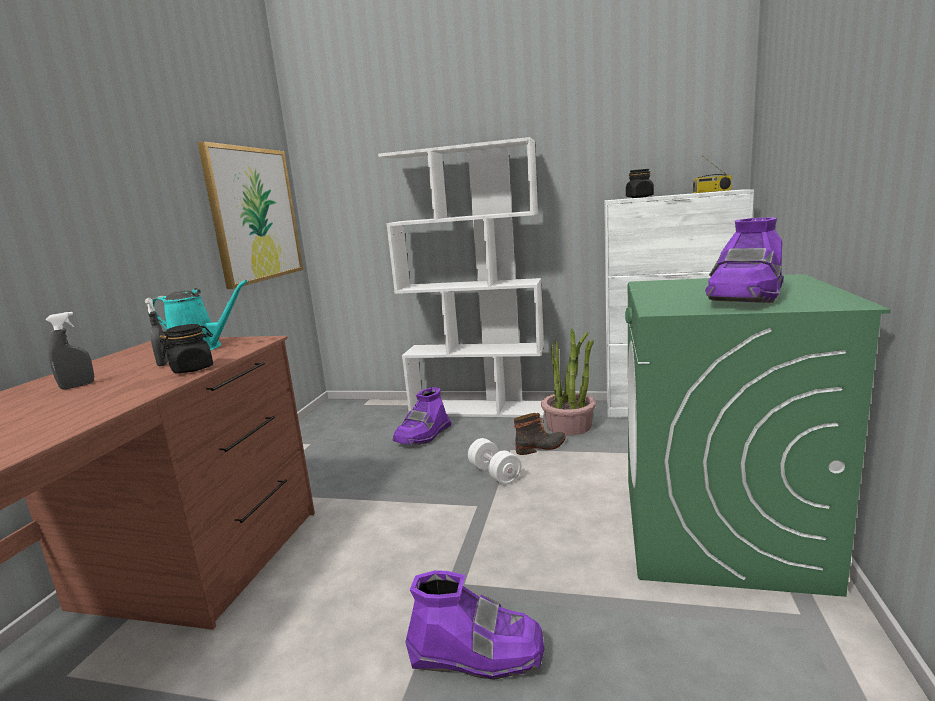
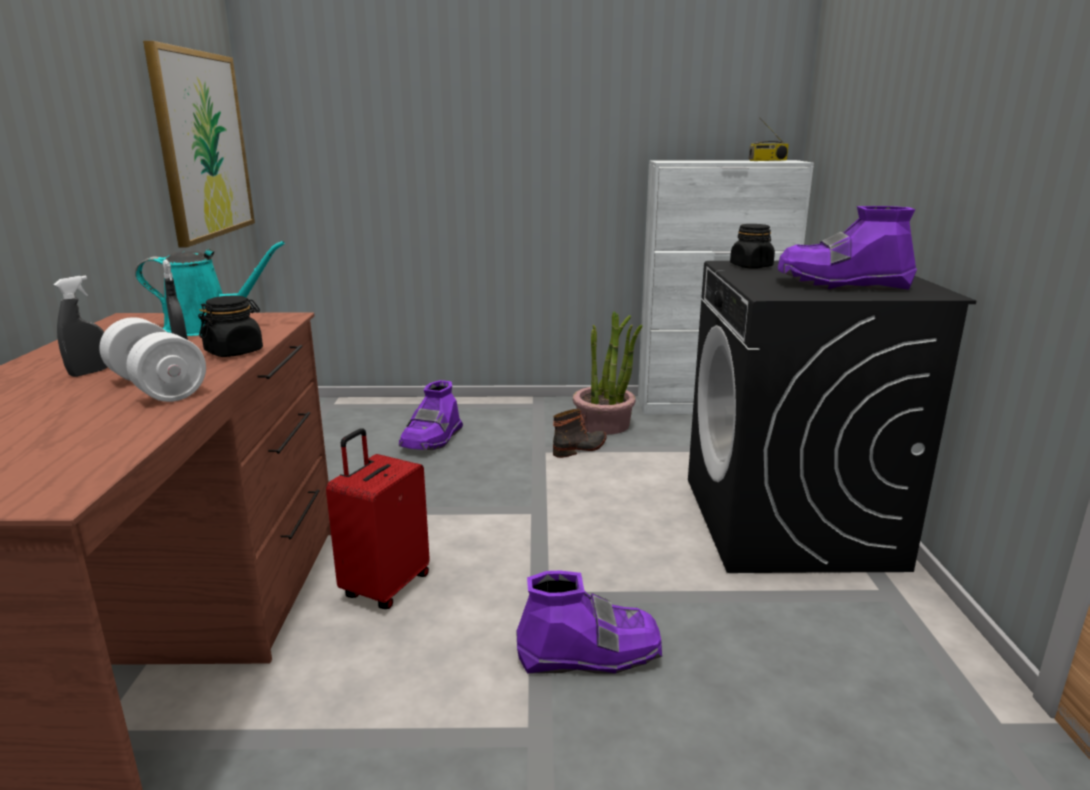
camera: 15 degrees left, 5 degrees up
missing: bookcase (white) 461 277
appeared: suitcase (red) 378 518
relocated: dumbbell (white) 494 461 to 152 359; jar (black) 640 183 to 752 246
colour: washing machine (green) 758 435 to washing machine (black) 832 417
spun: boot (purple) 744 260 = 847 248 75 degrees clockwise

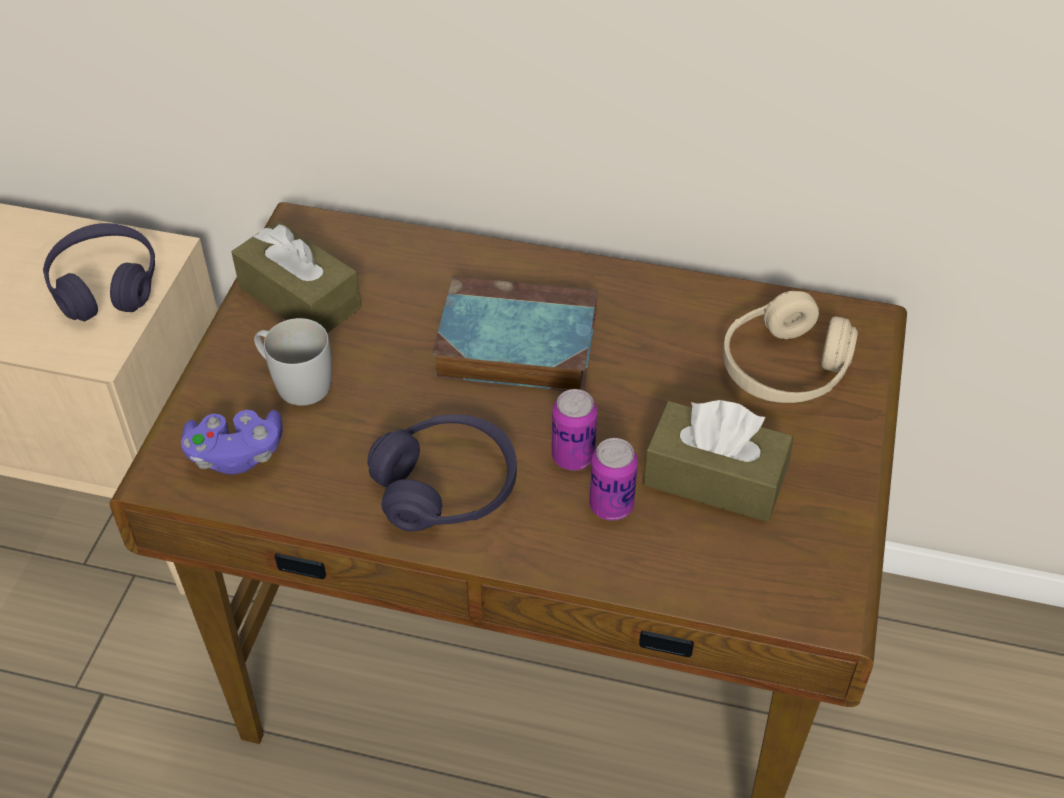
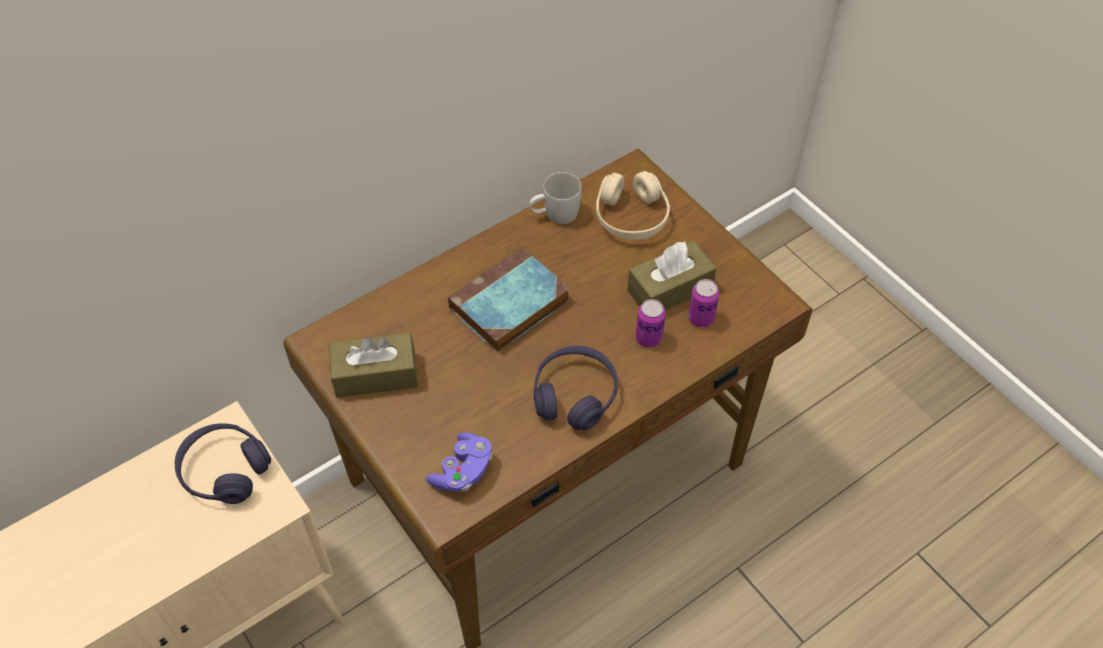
camera: 50 degrees left, 5 degrees up
relocated: mug (white) 293 362 to 555 198; can 574 430 to 703 303

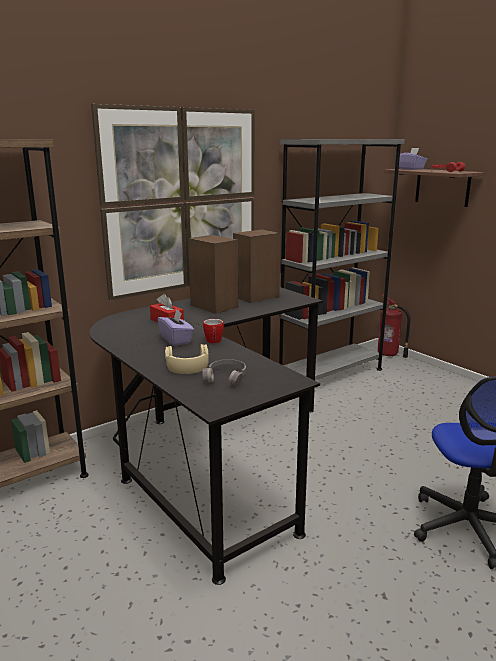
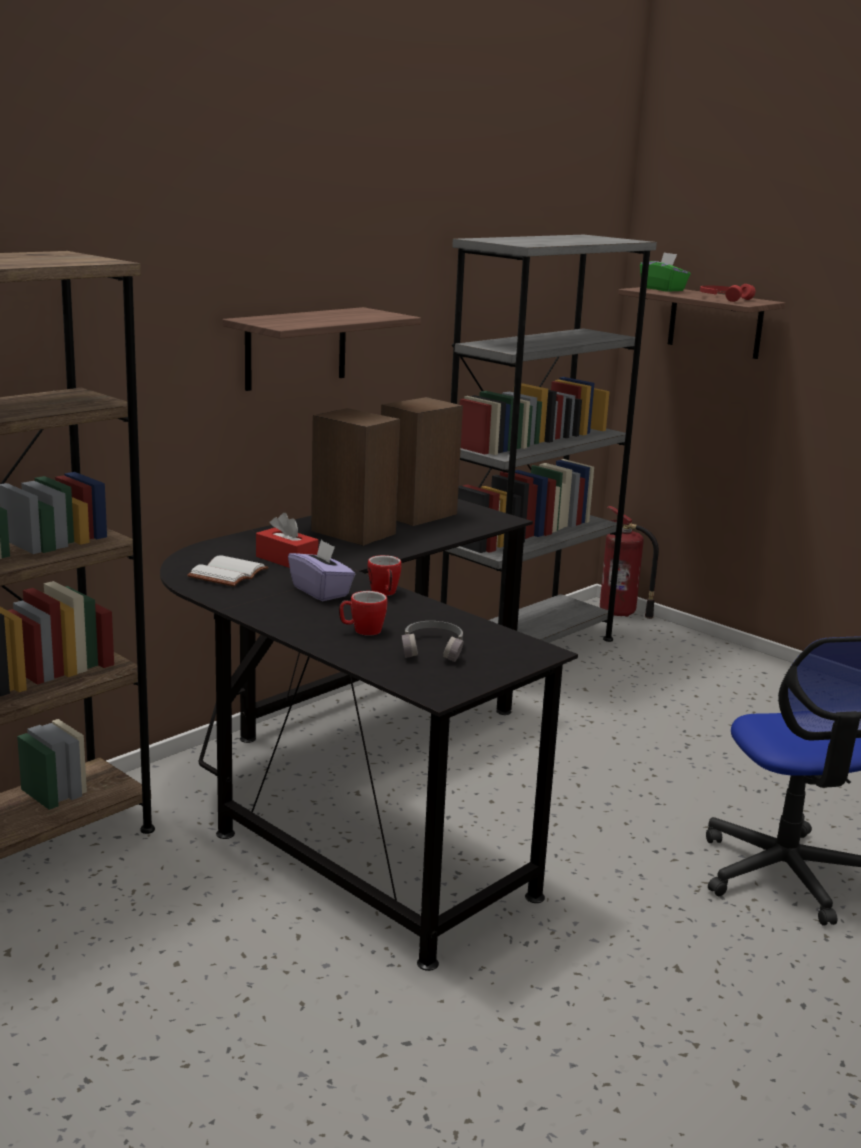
camera: 10 degrees left, 0 degrees up
appeared: book (white) 227 570
exchanged: picture 173 202 to shelf 322 349; headphones (beige) 187 359 to mug 363 613
colour: tissue box (purple) 413 159 to tissue box (green) 665 272

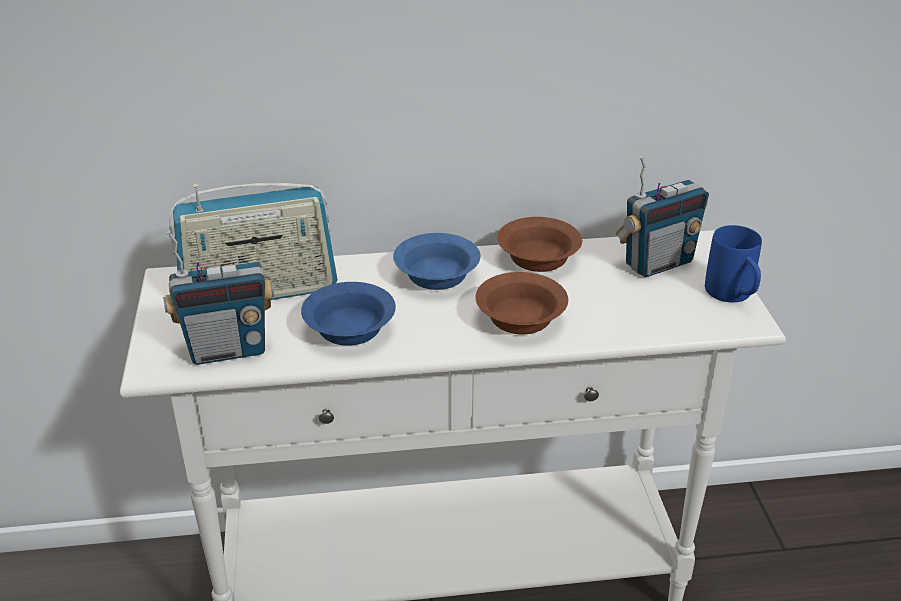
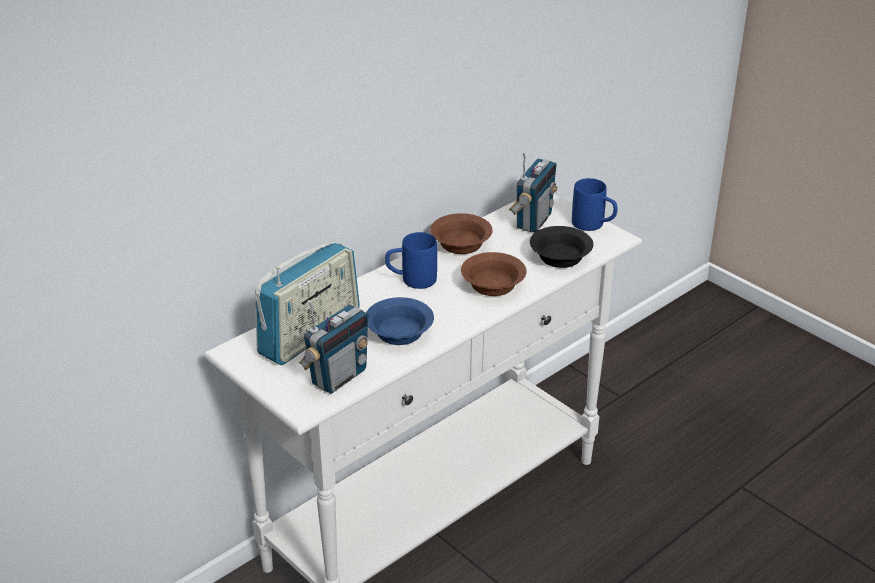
camera: 35 degrees left, 0 degrees up
appeared: bowl (black) 561 247
exchanged: bowl (blue) 437 261 to mug (blue) 411 260

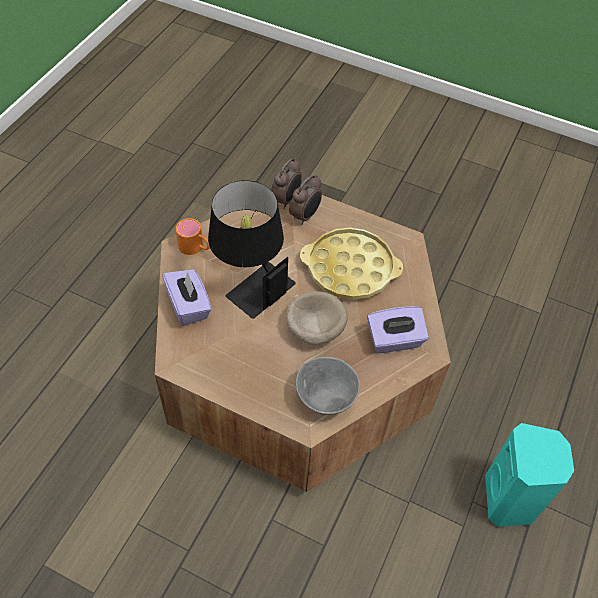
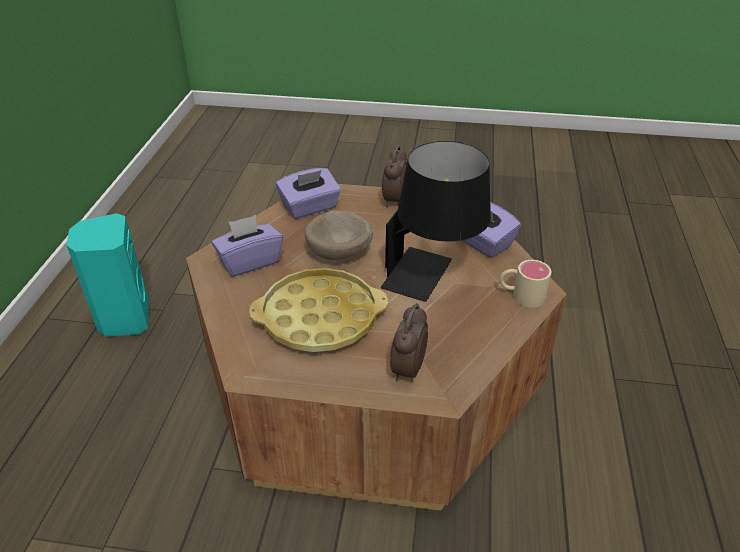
camera: 165 degrees right, 15 degrees down
relocated: alarm clock 286 183 to 394 176
exchanged: bowl (grey) 328 386 to tissue box (purple) 308 193
colour: mug (orange) 193 236 to mug (beige) 525 284

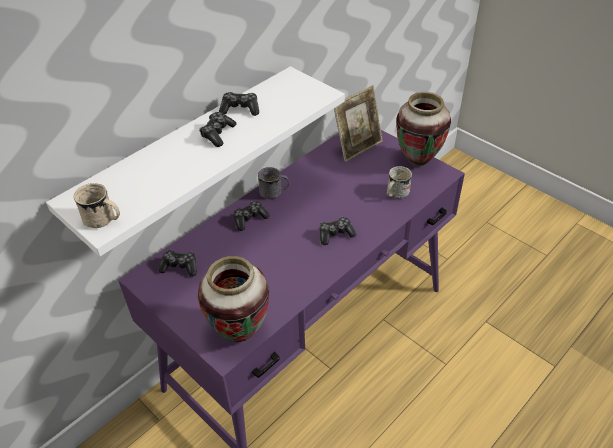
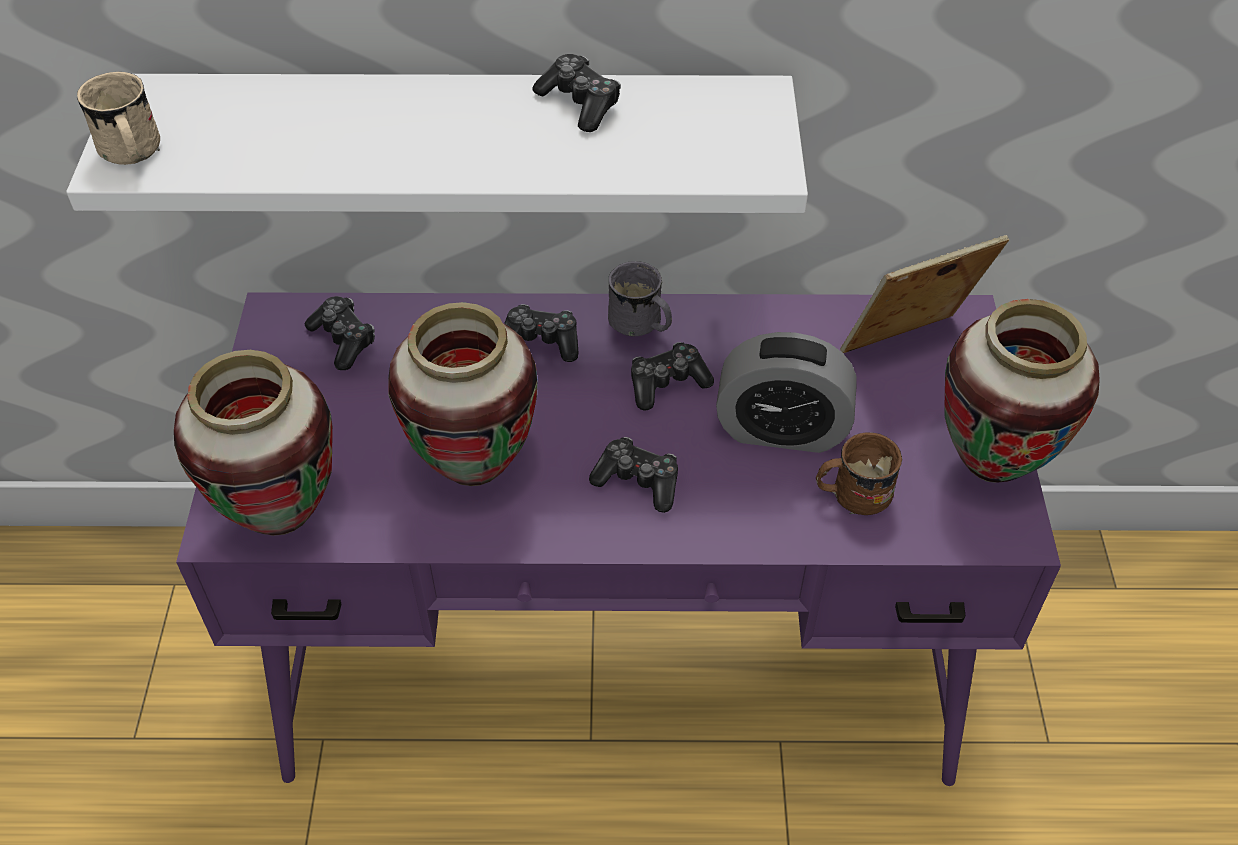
camera: 45 degrees right, 5 degrees up
appeared: vase 463 394; alarm clock 786 392
relocated: game controller 218 129 to 672 376
colour: mug (white) 399 182 to mug (brown) 859 473
spun: picture frame 358 123 = 924 294 150 degrees clockwise

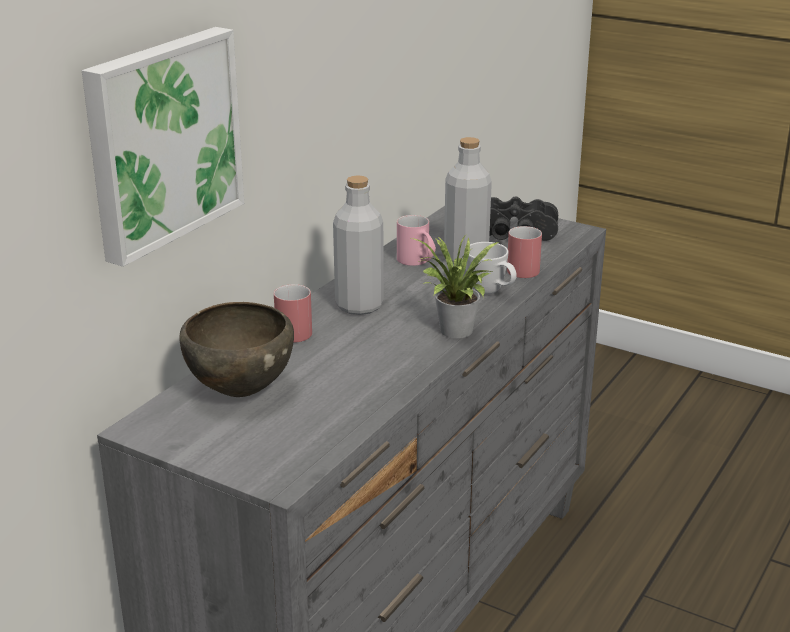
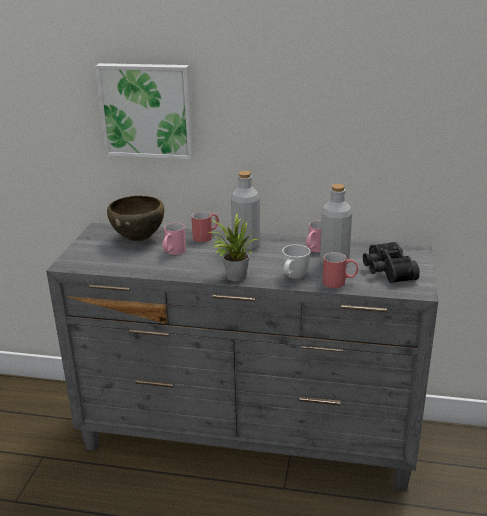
camera: 70 degrees right, 0 degrees up
appeared: mug (pink) 174 239

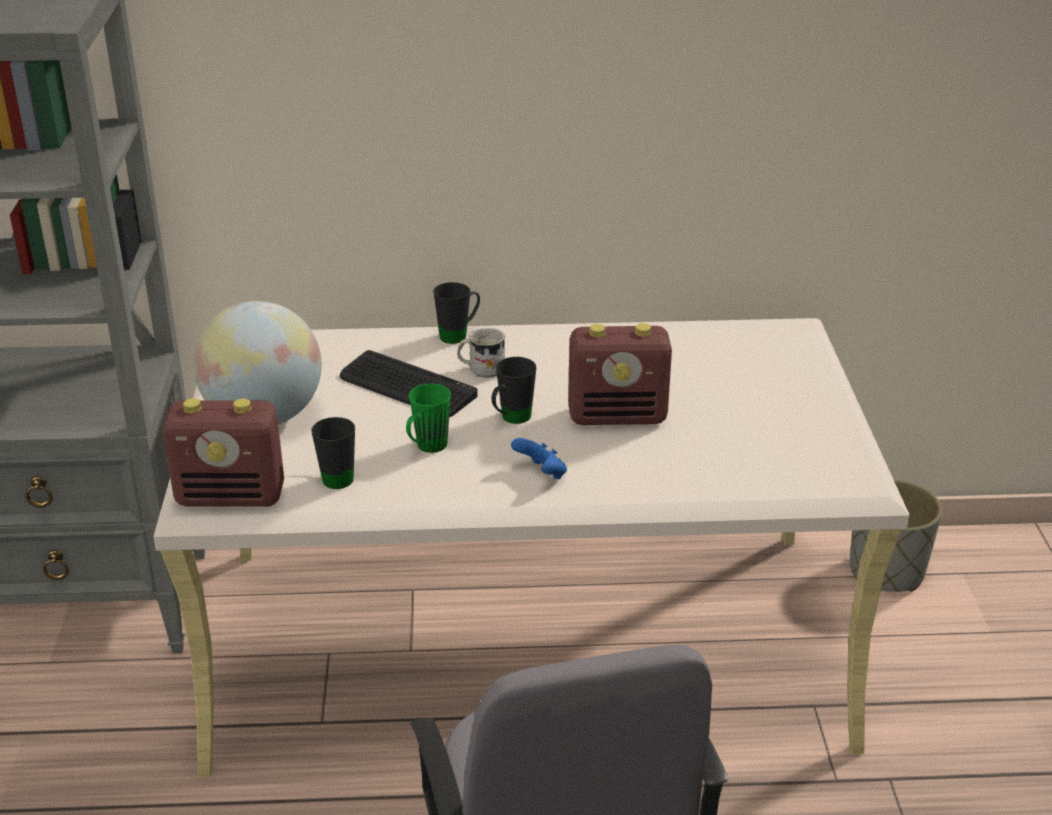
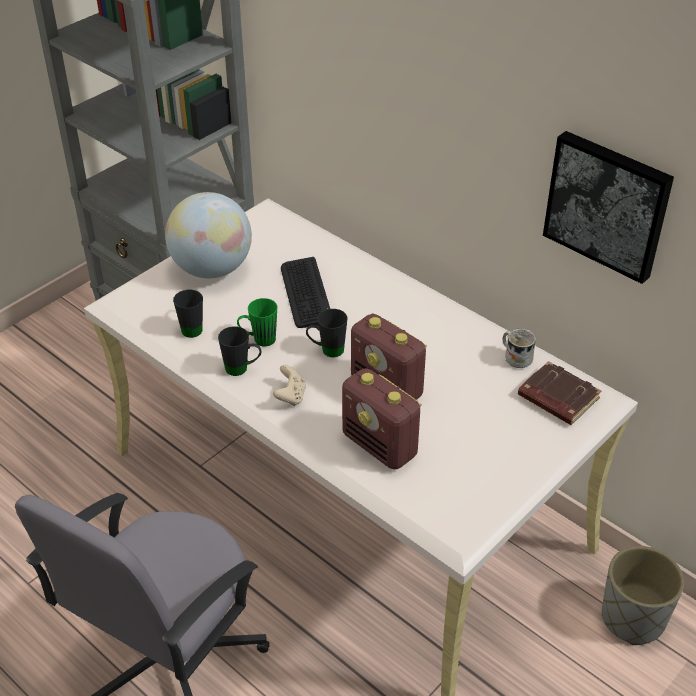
camera: 45 degrees right, 10 degrees up
appeared: book (brown) 560 393; picture 608 207
relocated: radio 223 452 to 382 419; mug (black) 456 313 to 239 351; mug (white) 481 353 to 519 348
colour: game controller (blue) 539 458 to game controller (beige) 289 385

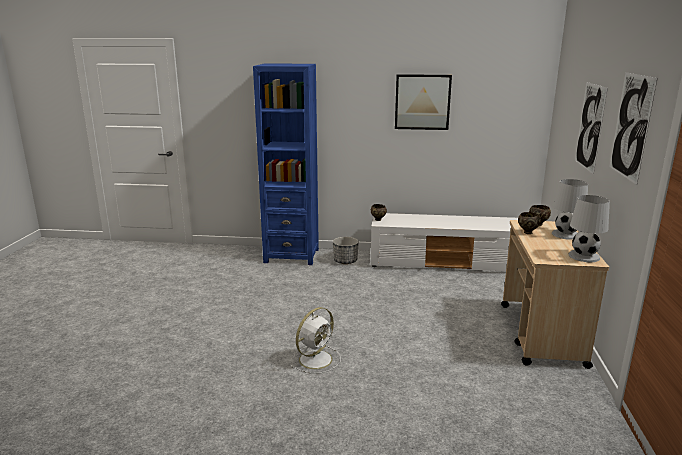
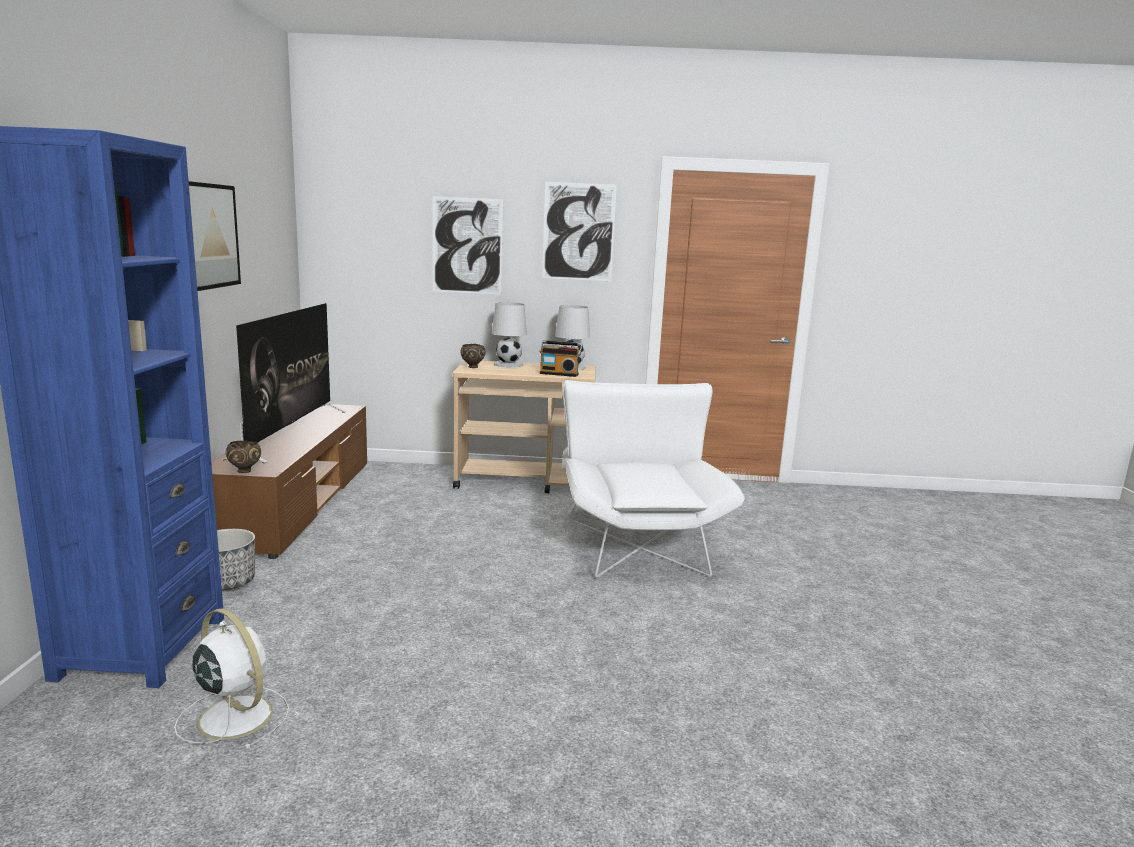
camera: 95 degrees left, 5 degrees down
missing: bowl (brown) 529 223
appeared: television 283 383; radio 560 358; armchair (white) 653 479
relocated: fan (white) 315 340 to 231 679
colour: tv stand (white) 444 242 to tv stand (brown) 289 481

